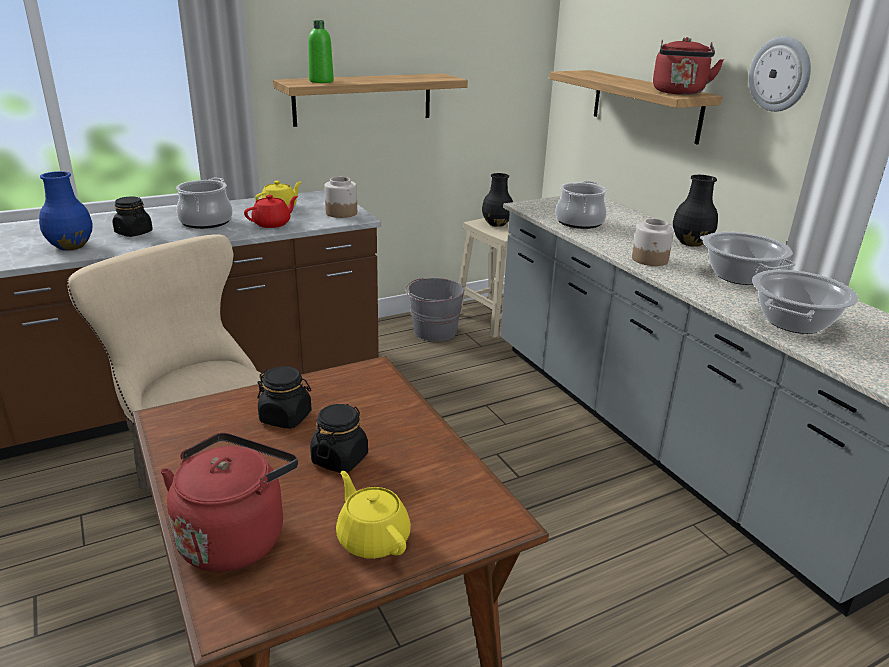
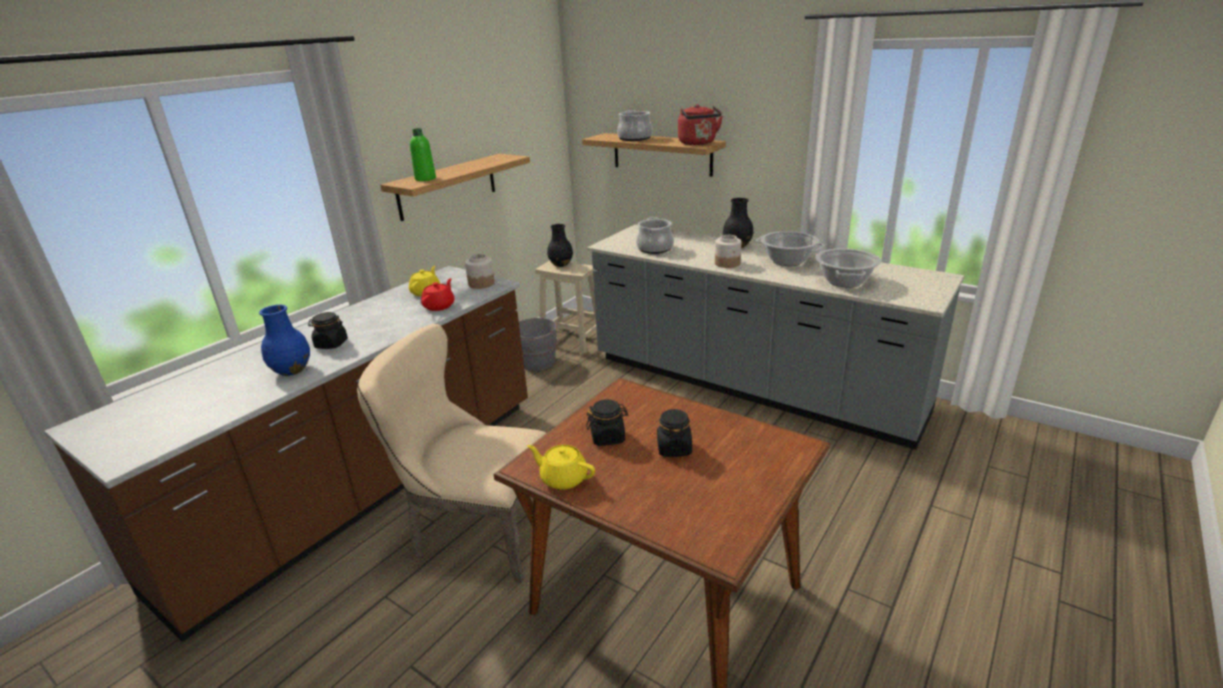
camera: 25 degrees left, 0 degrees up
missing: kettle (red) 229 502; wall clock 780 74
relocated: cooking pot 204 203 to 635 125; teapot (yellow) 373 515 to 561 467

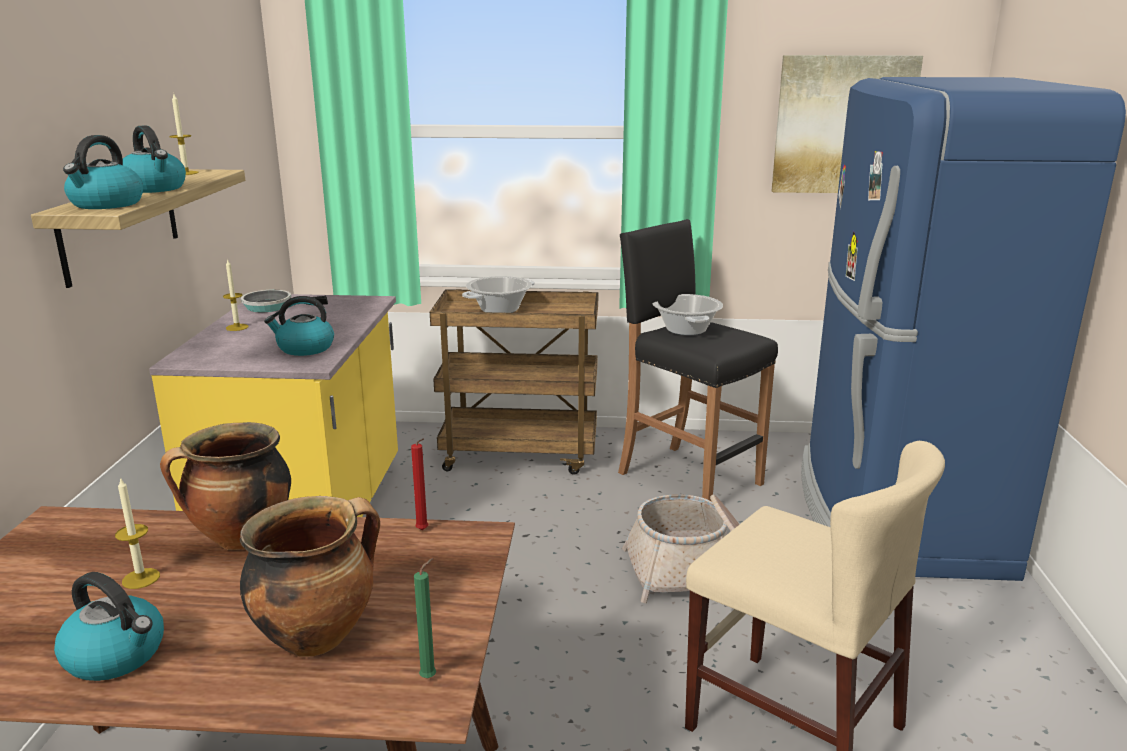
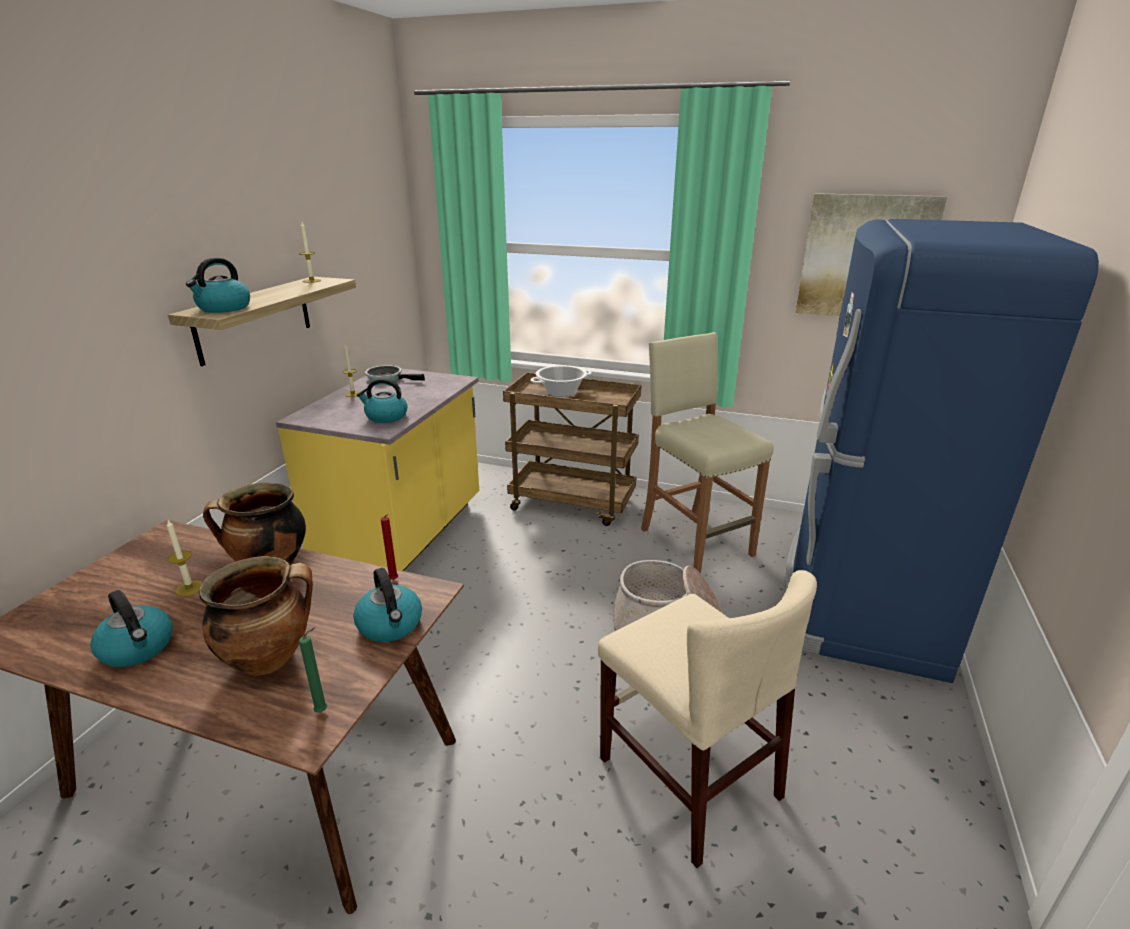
camera: 15 degrees right, 5 degrees up
missing: cooking pot 688 314
relocated: kettle 154 159 to 387 605
colour: stool (black) 698 360 to stool (beige) 707 453

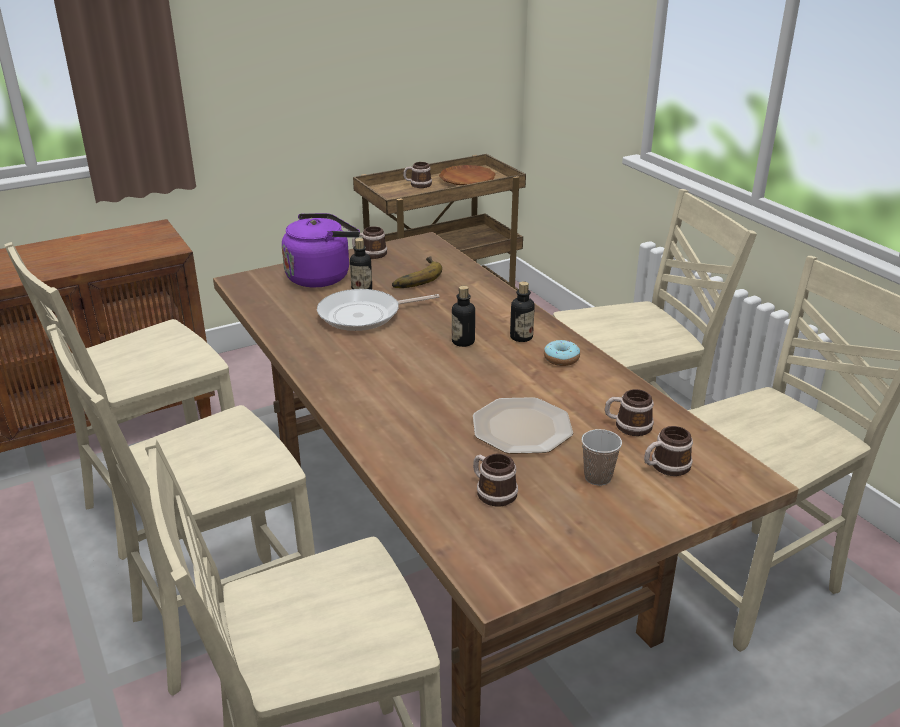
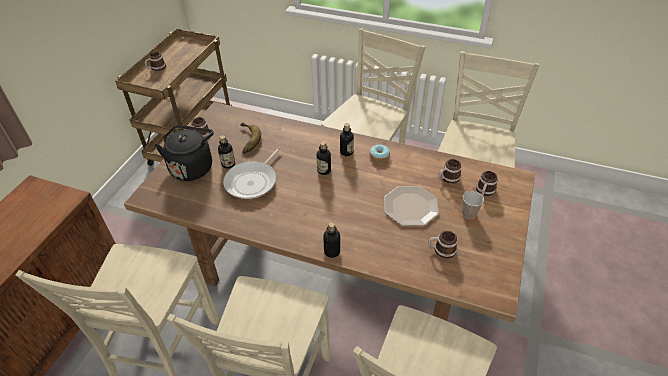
camera: 40 degrees left, 15 degrees up
missing: plate (brown) 467 175
appeared: bottle 331 240
colour: kettle (purple) 321 250 to kettle (black) 184 153

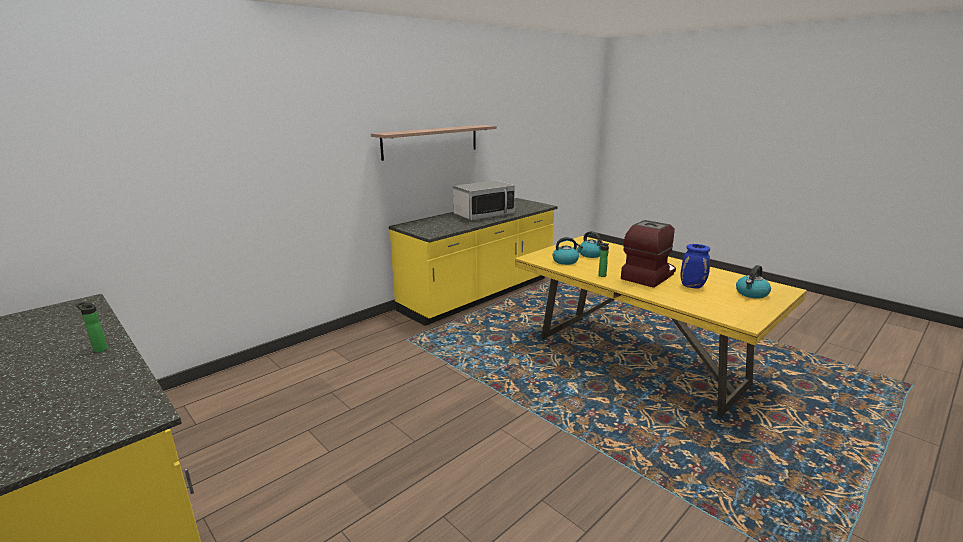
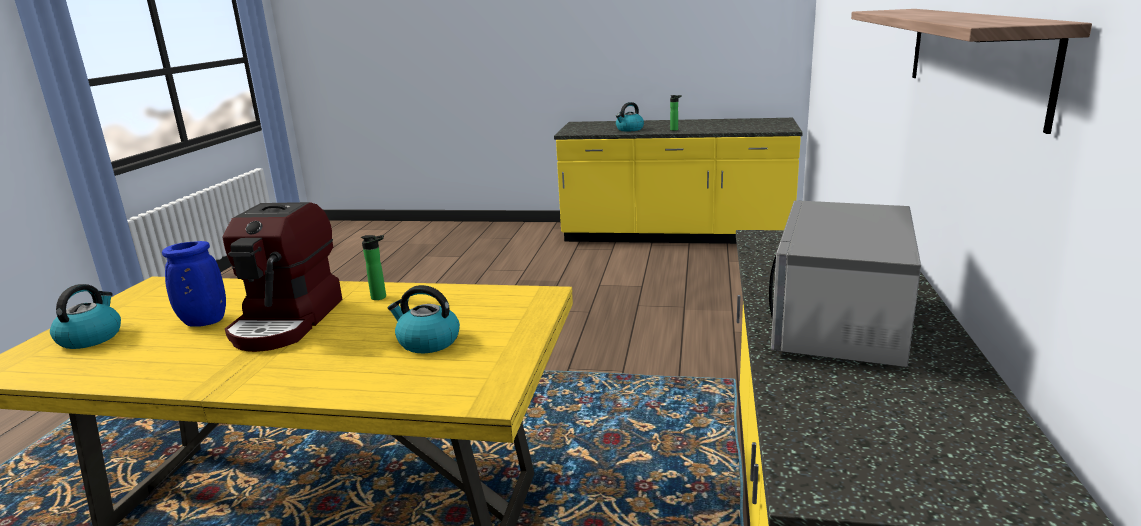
camera: 145 degrees right, 0 degrees up
relocated: kettle 568 251 to 630 116

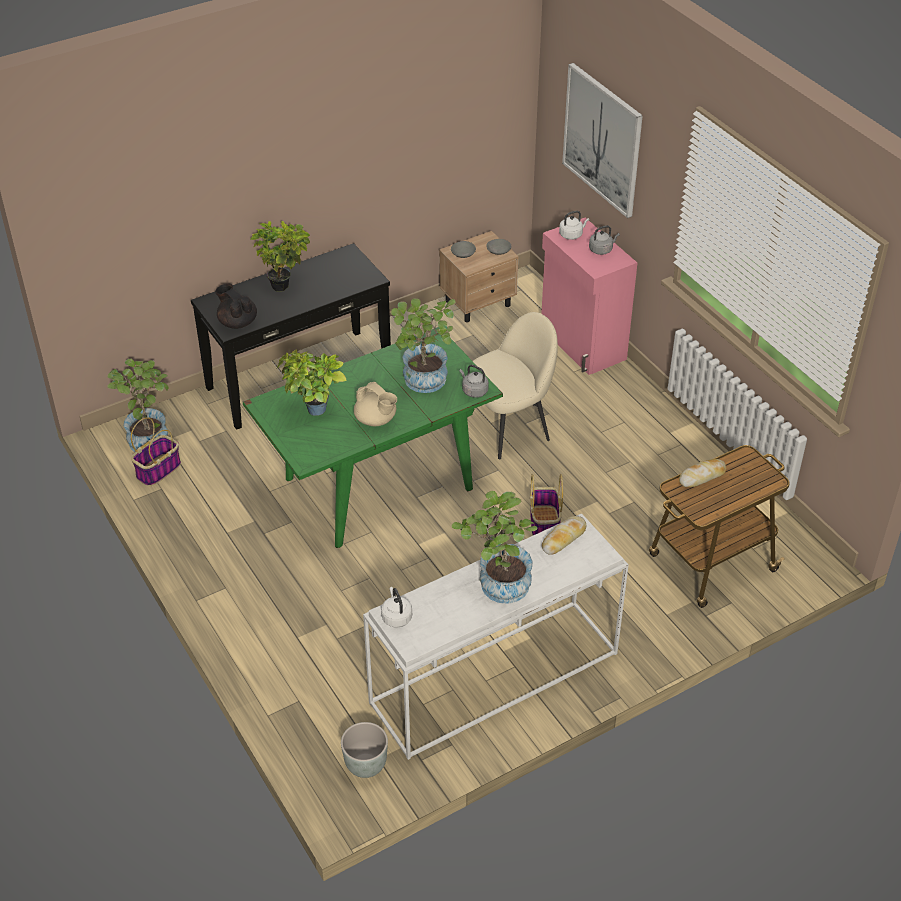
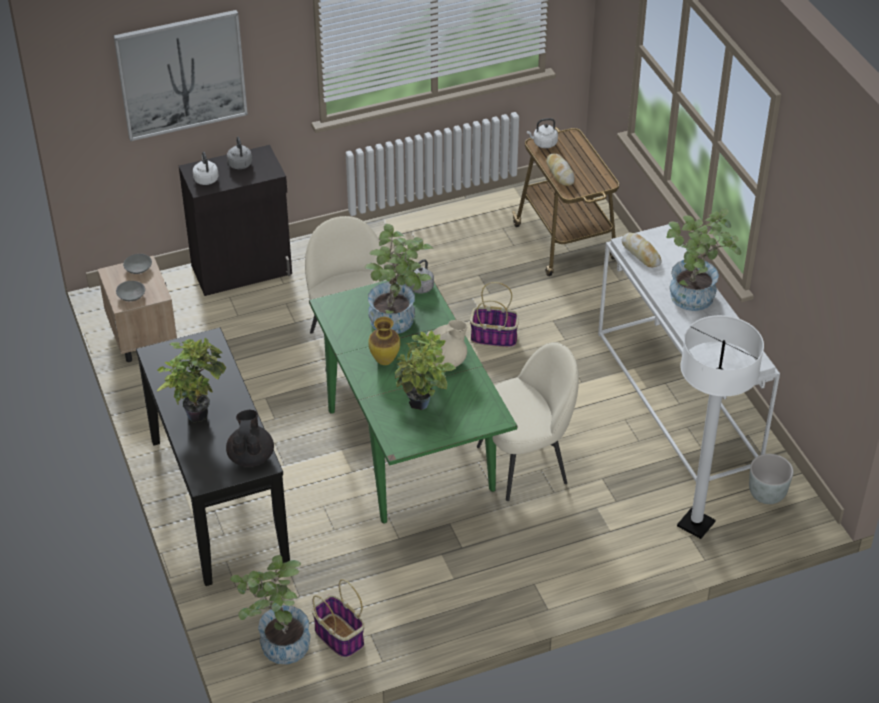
camera: 80 degrees left, 0 degrees up
appeared: vase 384 341; chair (beige) 528 421; floor lamp (white) 720 427
relocated: kettle (white) 396 607 to 542 133
colour: cabinet (pink) 589 296 to cabinet (black) 235 220
spun: teapot (black) 236 306 = 250 438 120 degrees clockwise

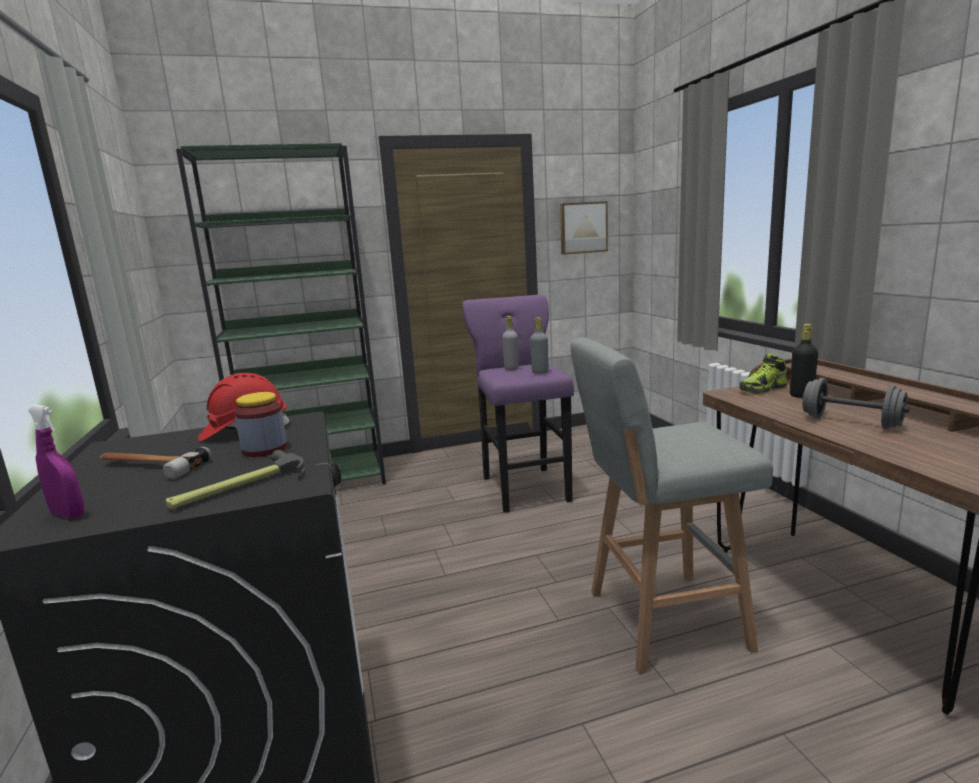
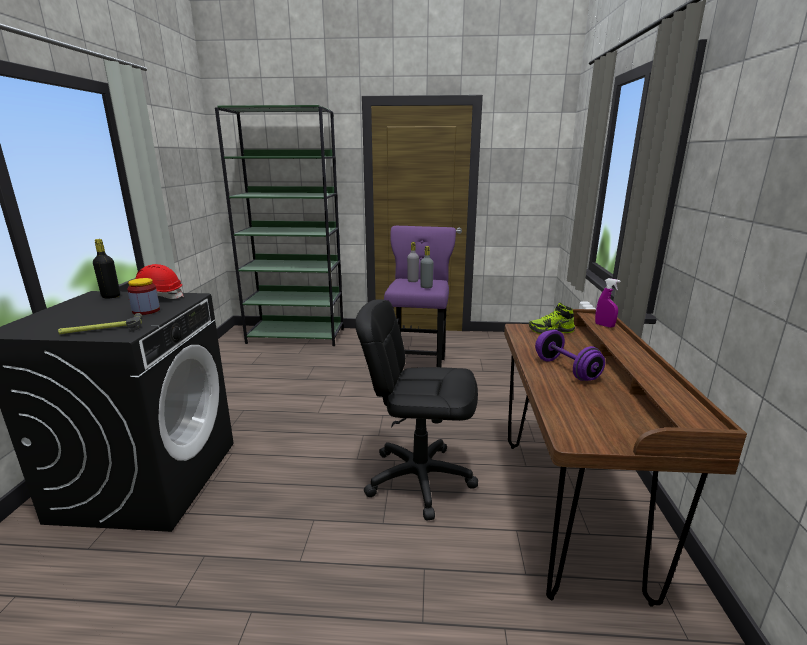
camera: 20 degrees right, 5 degrees up
missing: hammer 155 463; picture 584 228
relocated: spray bottle (purple) 56 461 to 608 303; bottle (black) 804 361 to 106 268
exchanged: stool (grey) 672 506 to office chair (black) 416 410
colour: dumbbell (grey) 855 403 to dumbbell (purple) 570 355

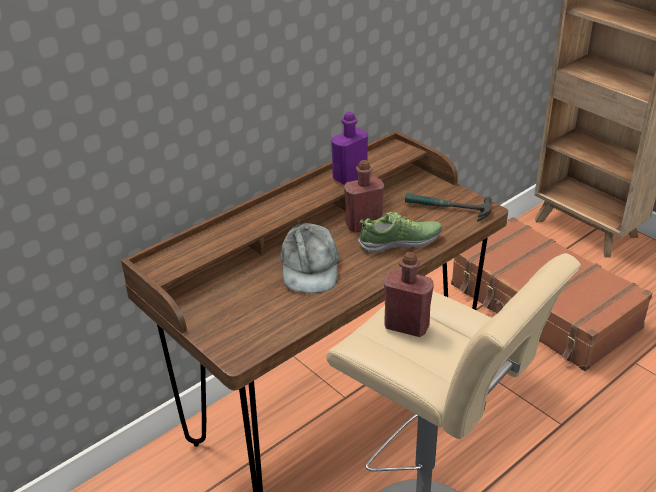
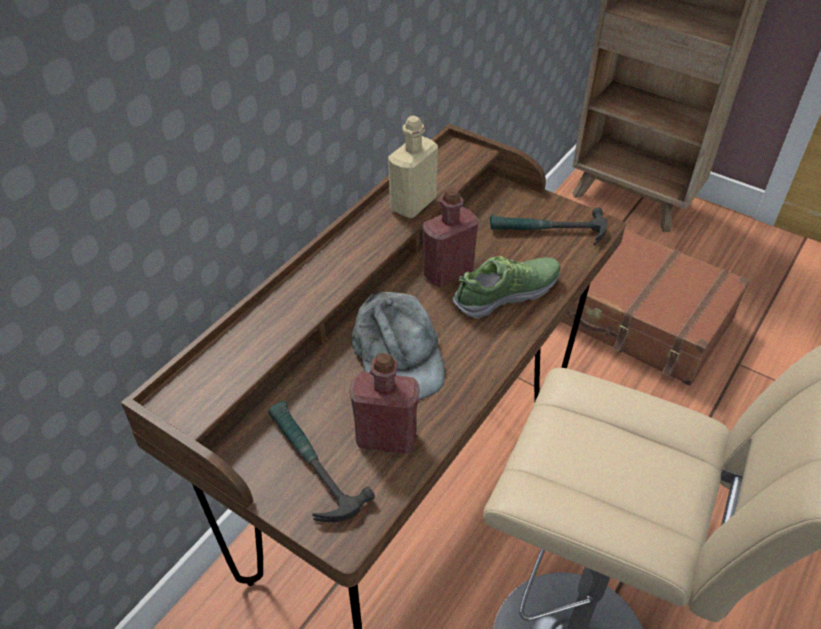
camera: 15 degrees left, 10 degrees up
appeared: hammer 321 461
relocated: bottle (red) 409 294 to 384 403
colour: bottle (purple) 349 148 to bottle (beige) 413 166

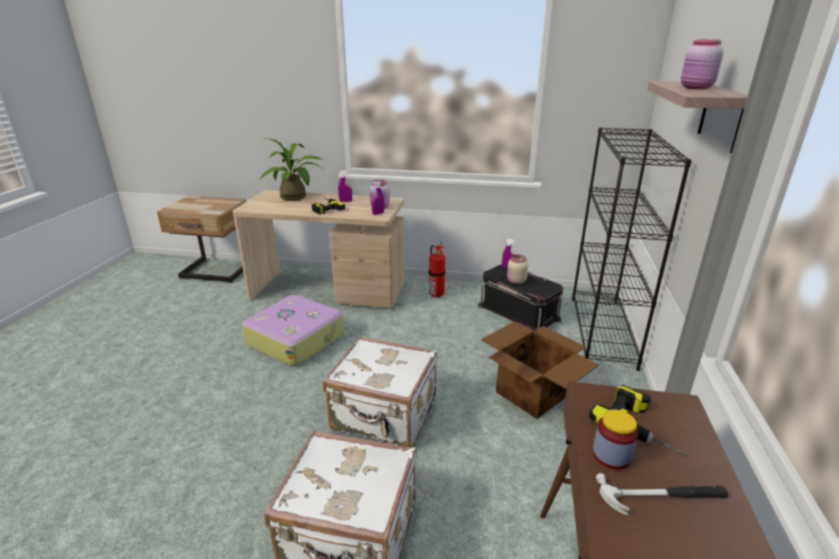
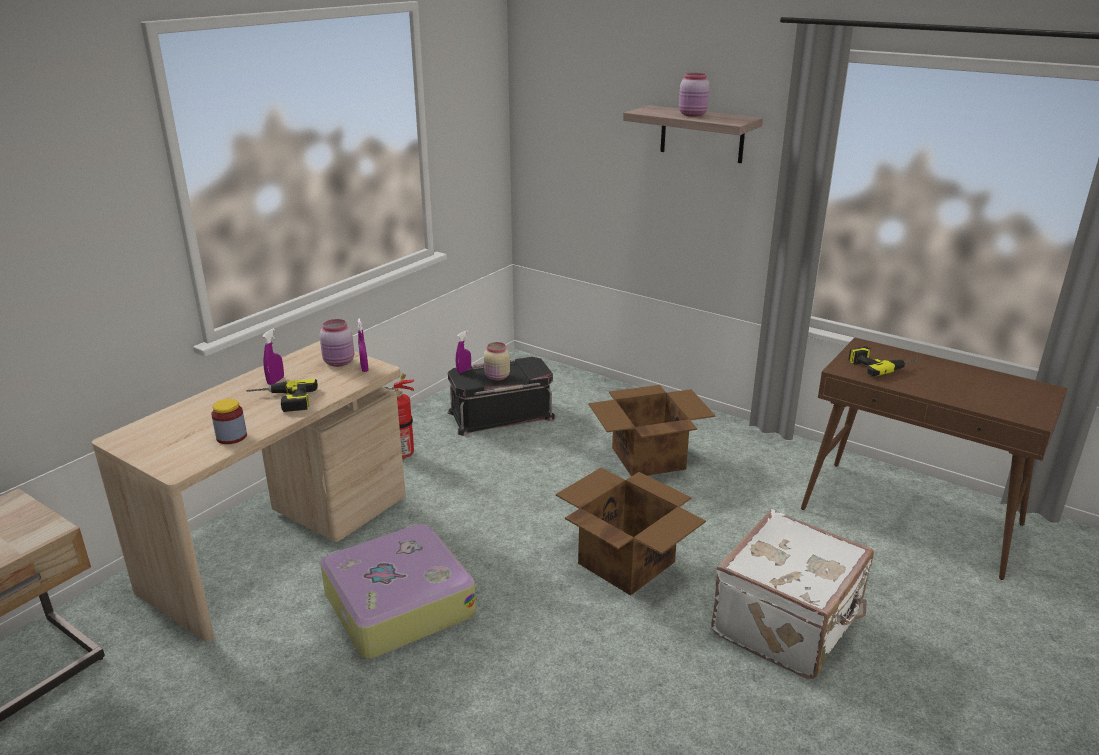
camera: 65 degrees left, 0 degrees up
missing: potted plant 291 169; bookcase (black) 632 249; hammer 662 494
relocated: jar 615 439 to 229 421
exchanged: suitcase (white) 380 391 to cardboard box 631 532

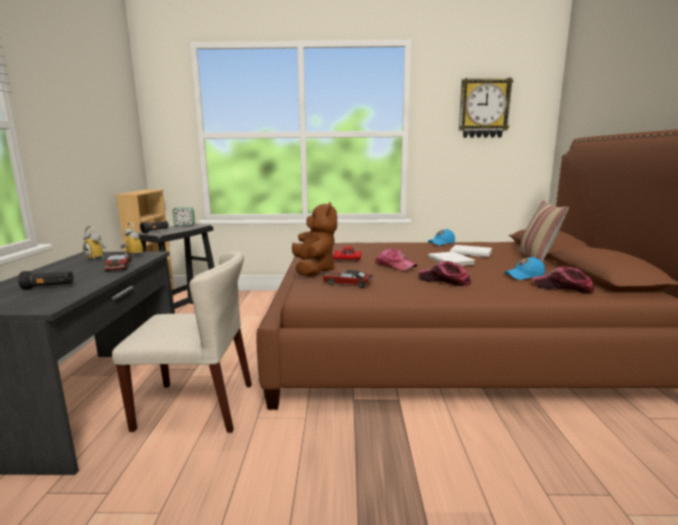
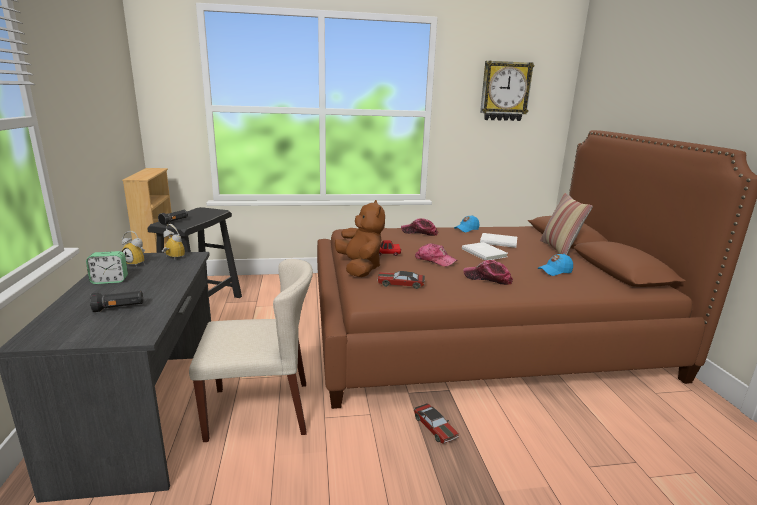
camera: 10 degrees left, 5 degrees up
relocated: toy car 117 262 to 436 423; alarm clock 184 216 to 107 267; cap 563 280 to 419 227

